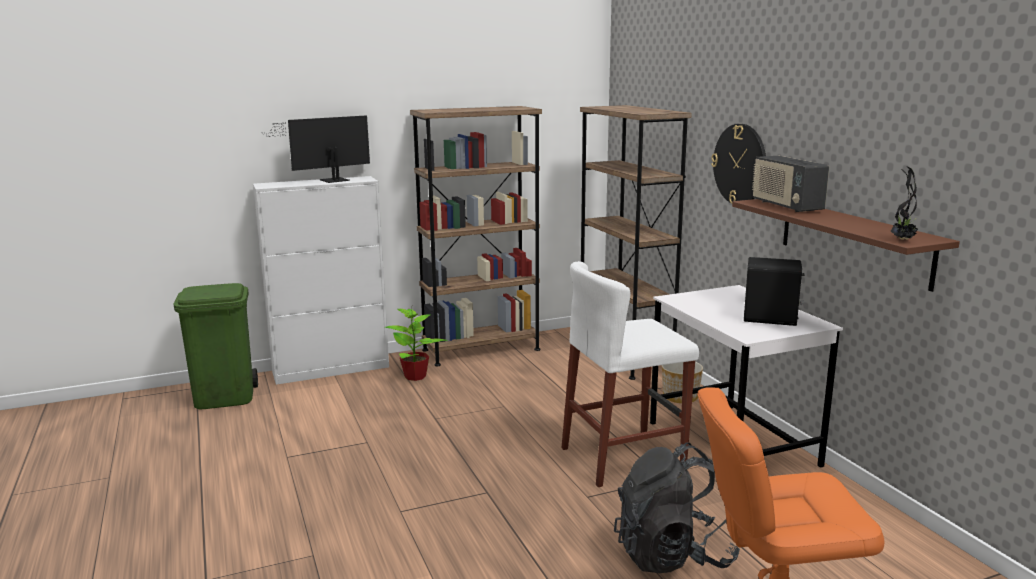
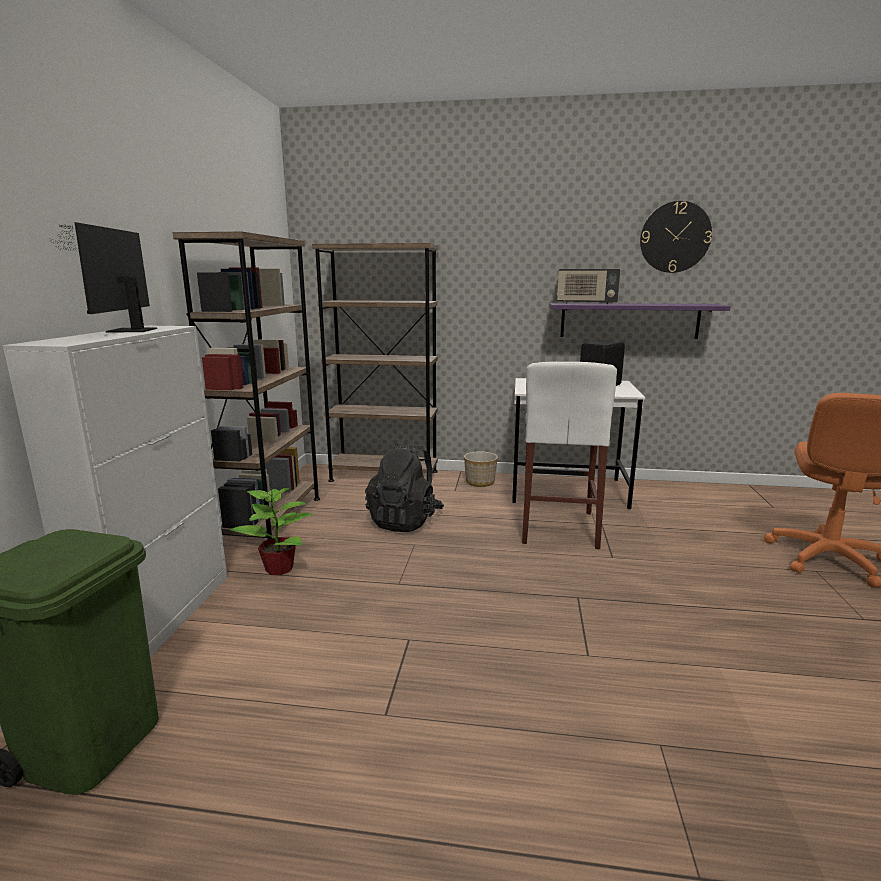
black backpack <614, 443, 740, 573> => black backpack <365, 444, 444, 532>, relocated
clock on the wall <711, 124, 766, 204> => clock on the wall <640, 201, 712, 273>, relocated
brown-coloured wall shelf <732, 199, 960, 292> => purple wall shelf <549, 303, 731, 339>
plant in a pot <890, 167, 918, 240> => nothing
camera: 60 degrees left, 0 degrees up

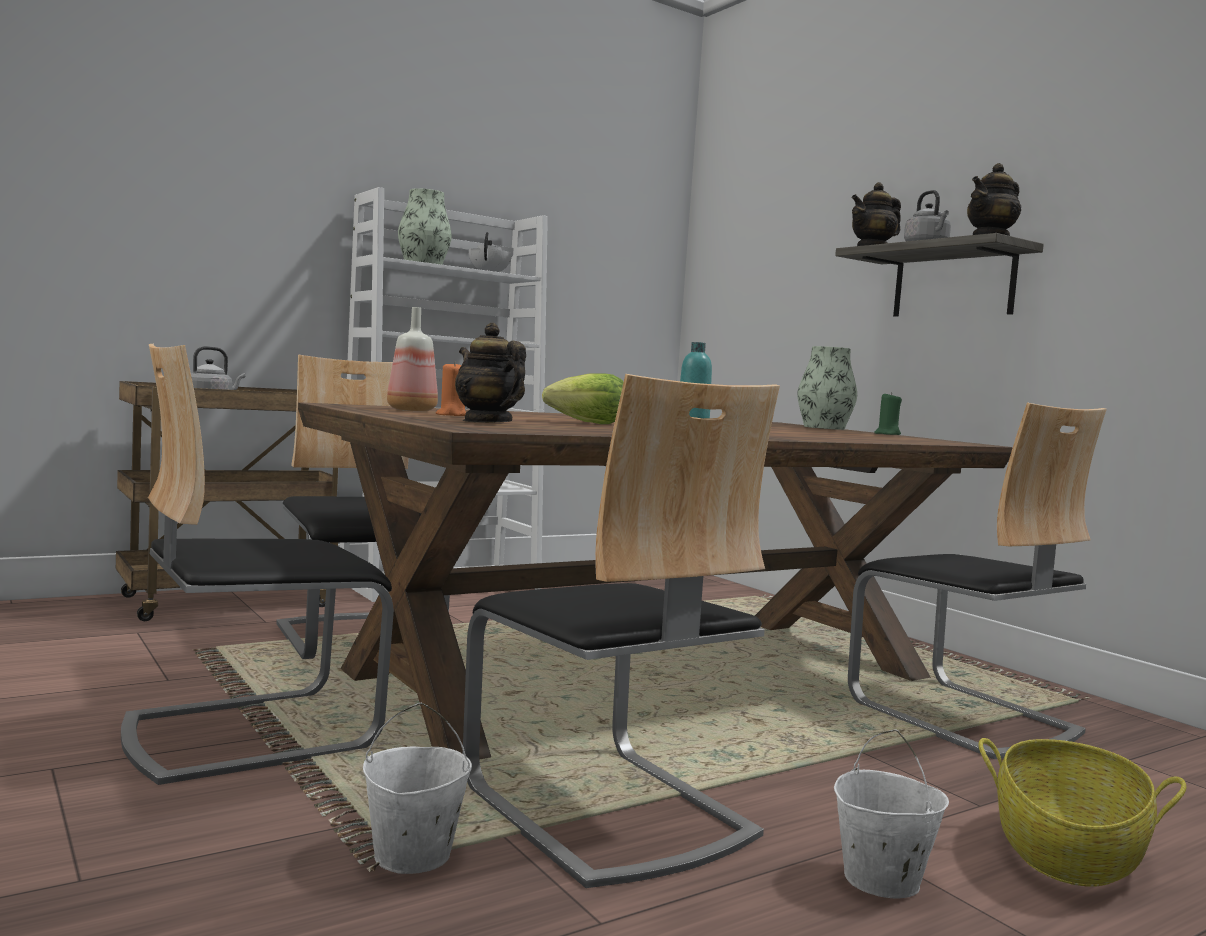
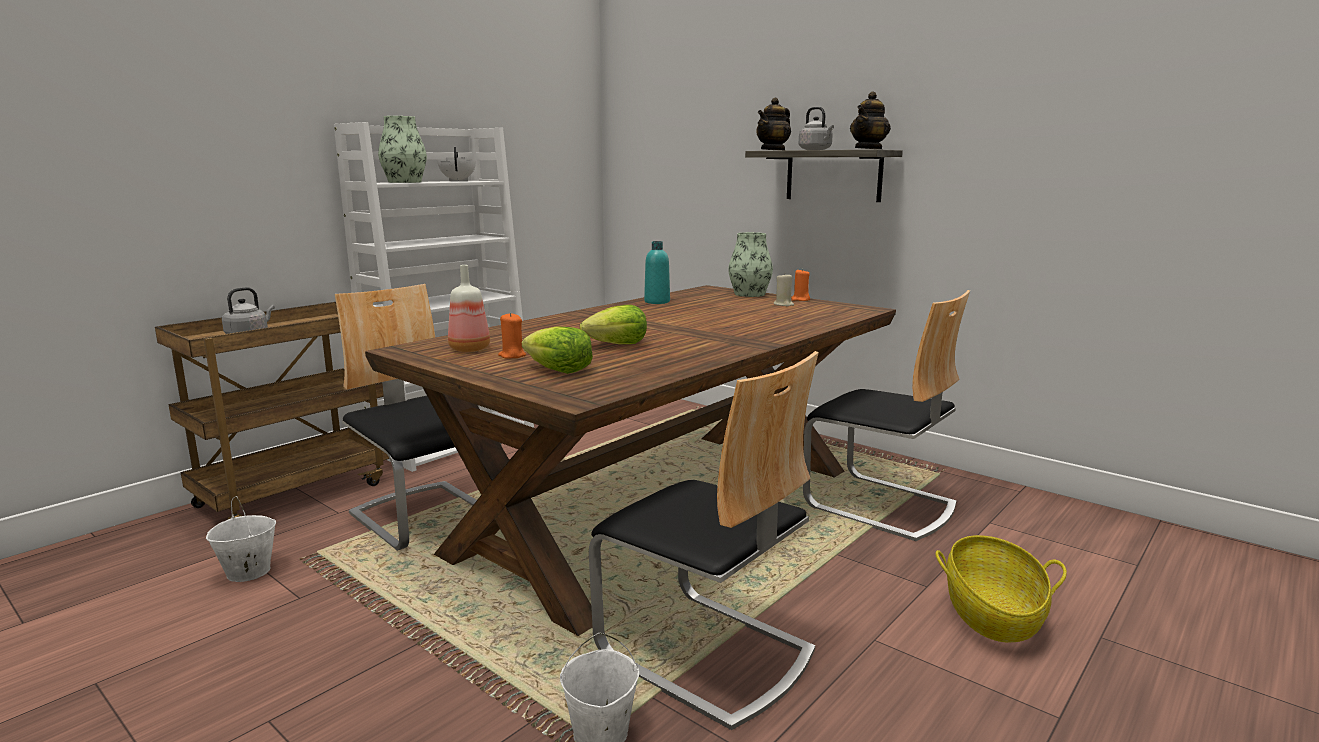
upright chair <121, 344, 394, 785> => nothing
tea pot <455, 323, 526, 423> => lettuce head <522, 326, 593, 374>
whitish pail <834, 730, 949, 898> => whitish pail <206, 496, 276, 582>, relocated
green-coloured wax candle <874, 392, 902, 435> => orange-coloured wax candle <791, 269, 810, 301>
nothing => beige wax candle <774, 274, 794, 306>
camera: 15 degrees left, 10 degrees up

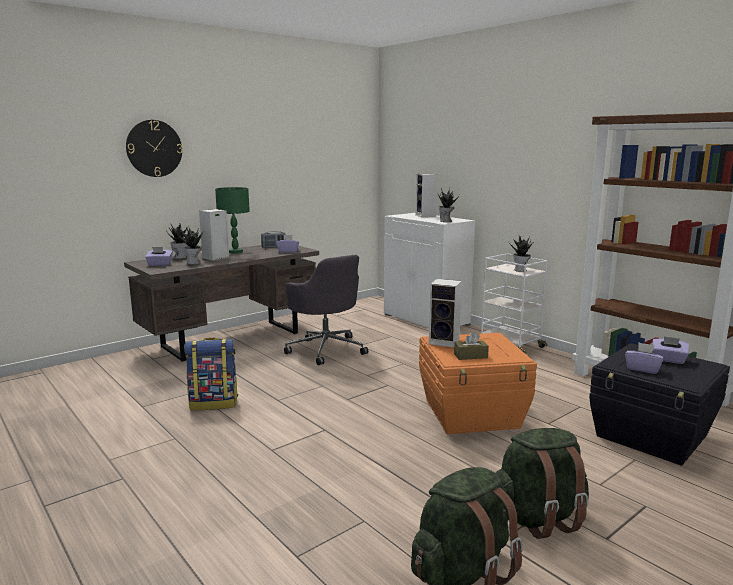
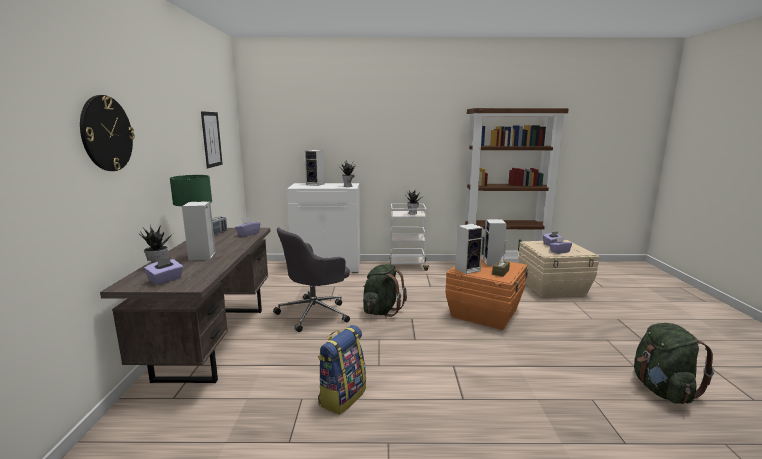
plant in a pot <178, 228, 203, 265> => nothing
gray office chair <284, 255, 368, 365> => gray office chair <273, 228, 350, 332>, 135 degrees clockwise
green-coloured backpack <496, 428, 589, 539> => green-coloured backpack <363, 264, 407, 317>, relocated
black storage box <589, 343, 730, 466> => beige storage box <518, 240, 599, 298>
nothing => wall picture <201, 111, 223, 168>
nothing => audio speaker <483, 219, 507, 266>
camera: 50 degrees left, 0 degrees up

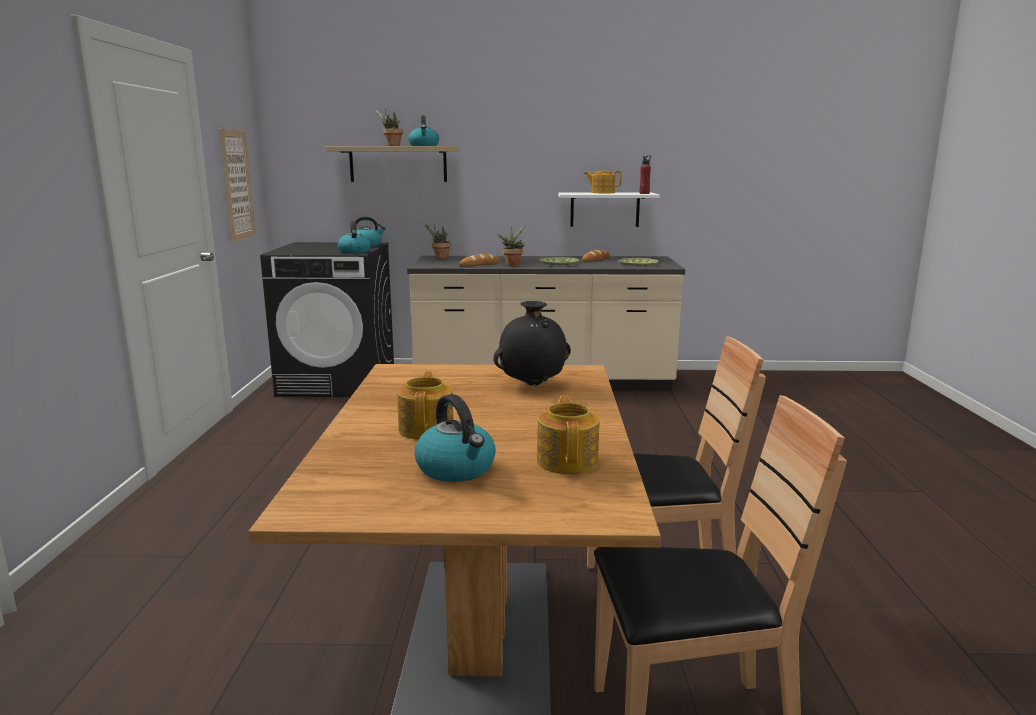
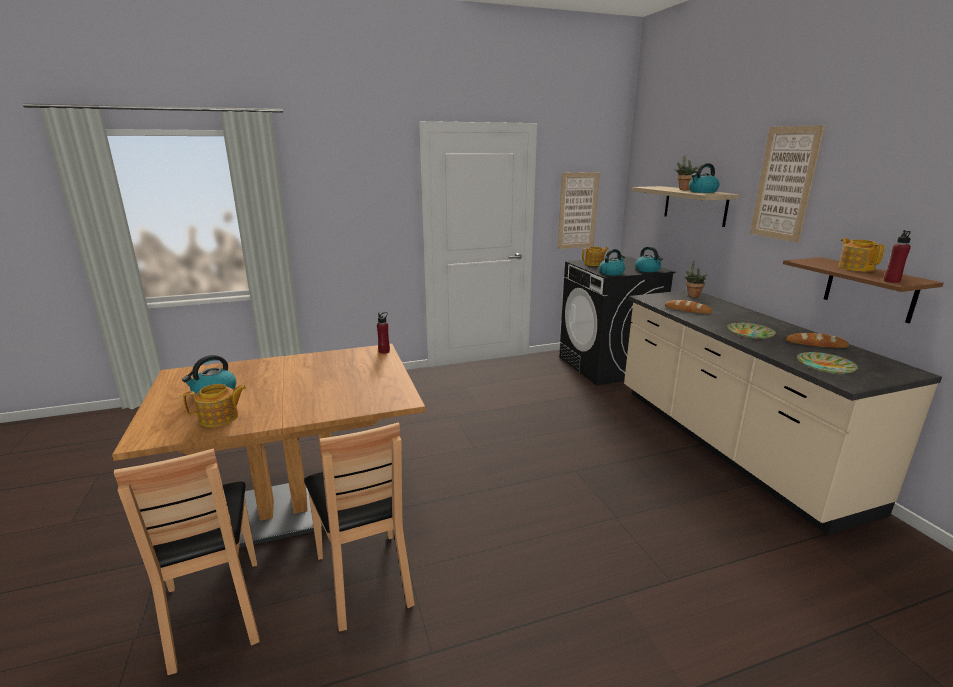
tea pot <397, 371, 453, 440> => tea pot <582, 247, 608, 266>, relocated
black flower vase <493, 301, 571, 386> => nothing
plant in a pot <497, 225, 526, 266> => nothing
whitish wall shelf <558, 192, 660, 227> => brown-coloured wall shelf <783, 257, 944, 323>
nothing => red-coloured bottle <377, 312, 390, 354>
nothing => wall picture <750, 125, 825, 242>
camera: 70 degrees right, 5 degrees up

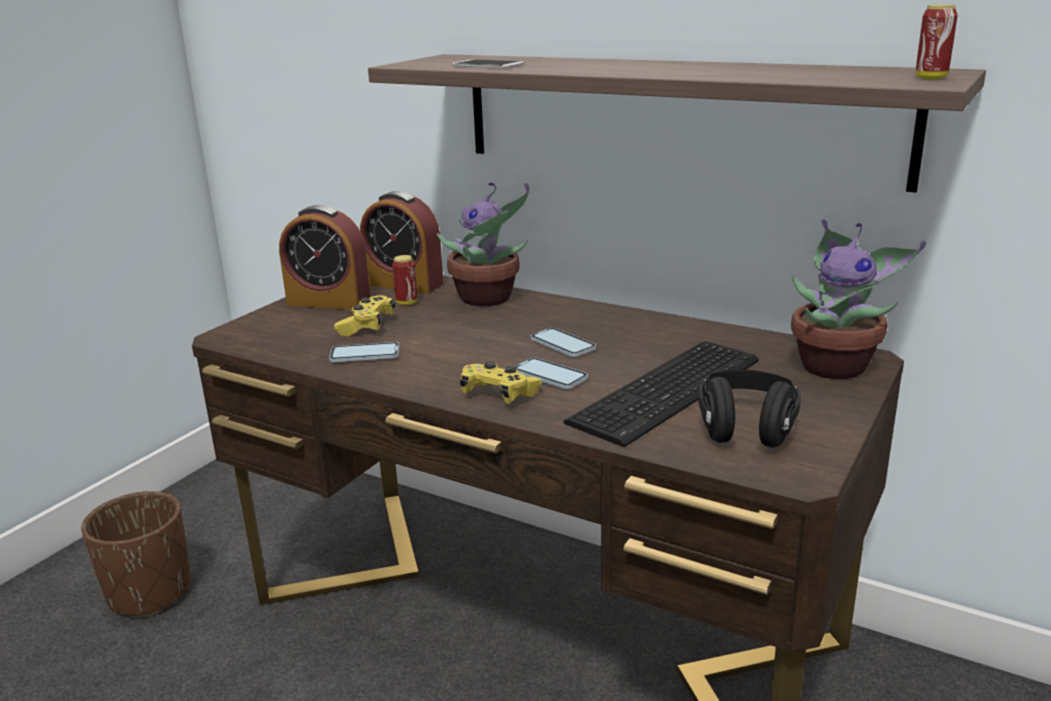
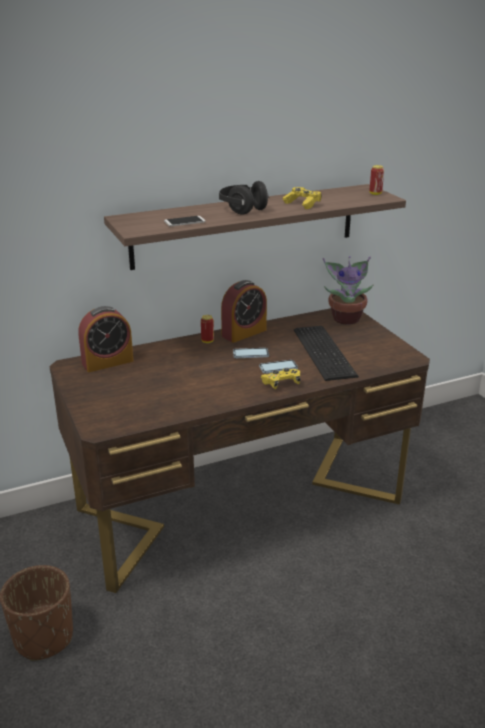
alarm clock <279, 205, 371, 310> => alarm clock <221, 280, 267, 343>, relocated
handset <329, 342, 400, 362> => nothing
yellow joypad <334, 295, 395, 336> => yellow joypad <283, 187, 322, 209>, relocated
metal can <392, 255, 418, 305> => metal can <201, 315, 214, 343>, relocated
plant in a pot <437, 183, 529, 306> => nothing
black pair of headphones <698, 370, 801, 448> => black pair of headphones <219, 181, 270, 215>, relocated
camera: 55 degrees left, 5 degrees up

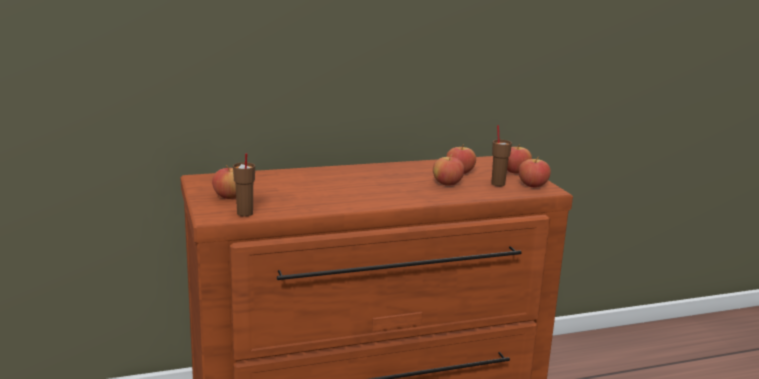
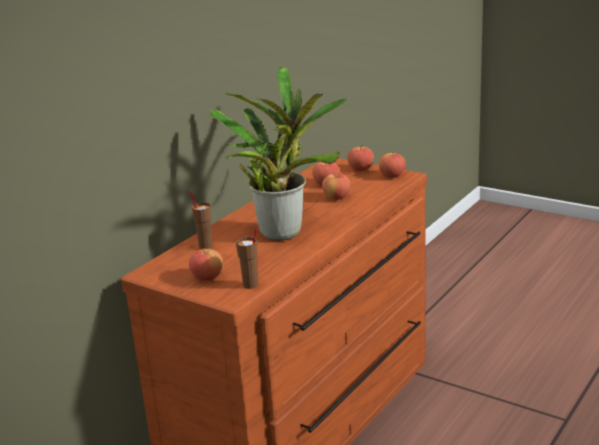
brown-coloured cup <491, 125, 512, 186> => brown-coloured cup <190, 191, 213, 249>, relocated
nothing => plant in a pot <209, 66, 349, 241>
camera: 35 degrees left, 5 degrees up

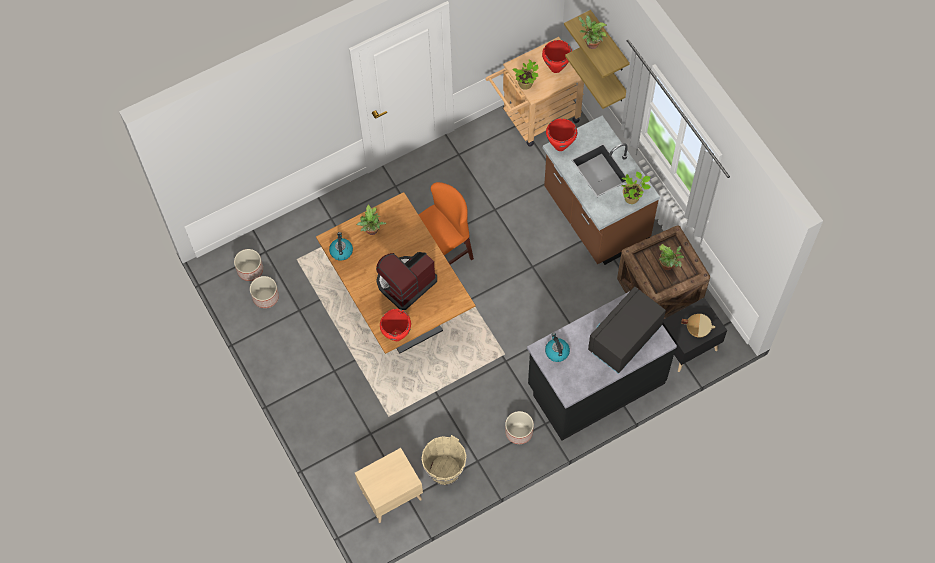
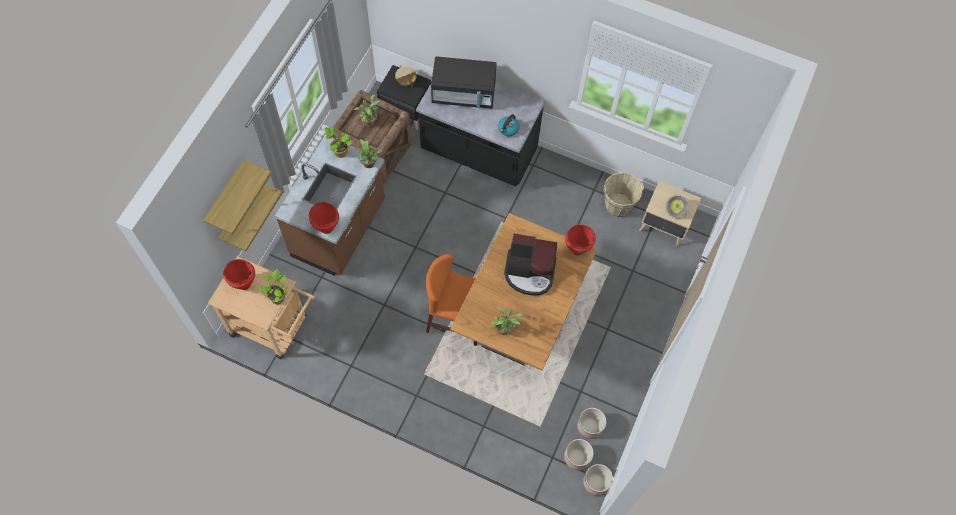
tea kettle <329, 232, 353, 261> => nothing
flower pot <505, 411, 534, 444> => flower pot <583, 464, 613, 496>, relocated
plant in a pot <578, 15, 608, 49> => plant in a pot <357, 139, 382, 168>, relocated
nothing => deep dish <666, 195, 690, 219>
camera: 130 degrees left, 0 degrees up

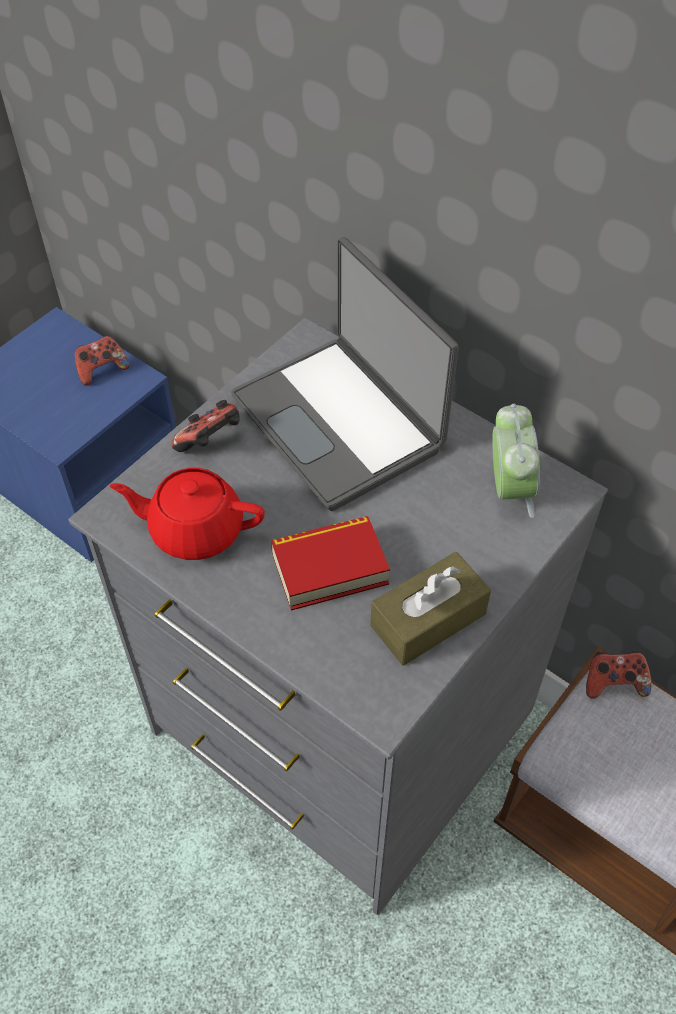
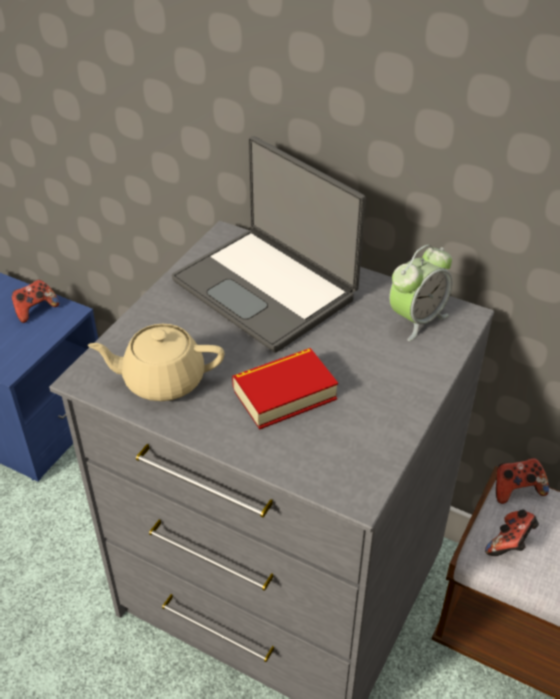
red-coloured tea pot <110, 468, 265, 560> => beige tea pot <88, 324, 224, 401>
joypad <171, 400, 240, 452> => joypad <485, 510, 539, 556>, relocated
brown-coloured tissue holder <370, 552, 491, 666> => nothing
alarm clock <493, 404, 540, 518> => alarm clock <389, 245, 452, 341>, 60 degrees clockwise
camera: 10 degrees left, 10 degrees down

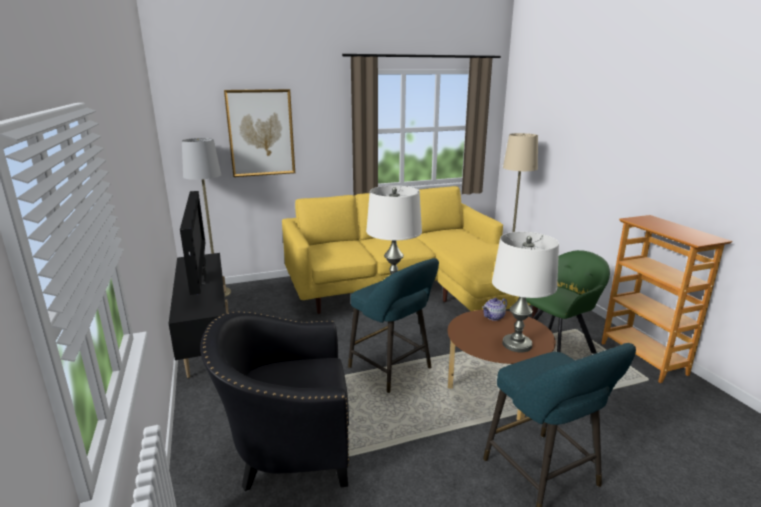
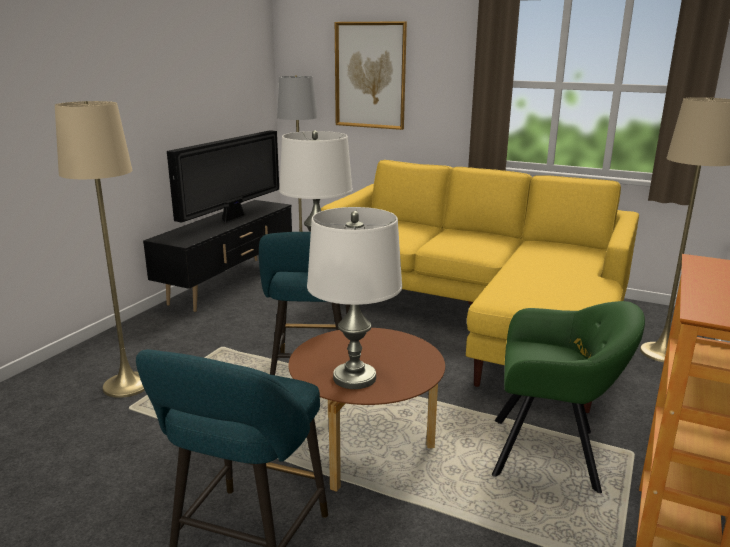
black easy chair <200, 311, 349, 491> => beige standing lamp <55, 101, 145, 398>
tea pot <482, 298, 507, 321> => nothing
camera: 45 degrees right, 0 degrees up

